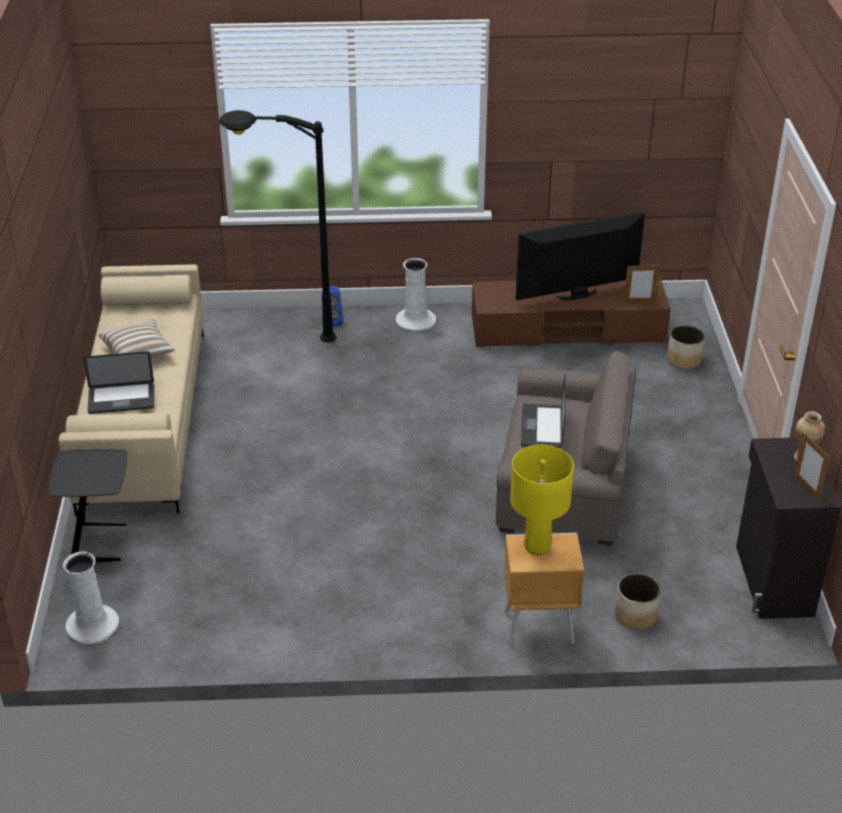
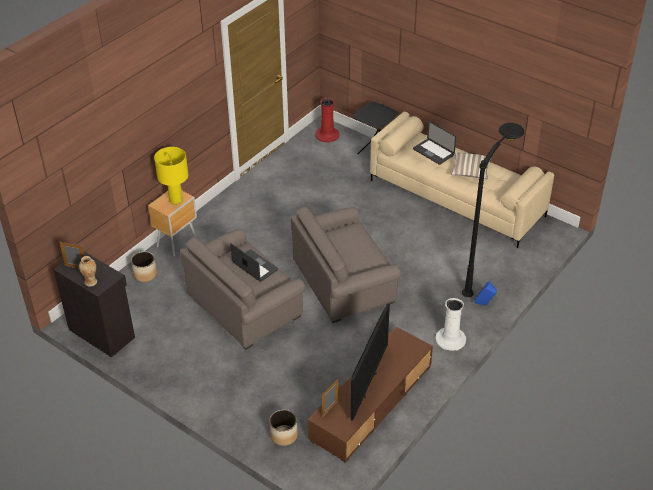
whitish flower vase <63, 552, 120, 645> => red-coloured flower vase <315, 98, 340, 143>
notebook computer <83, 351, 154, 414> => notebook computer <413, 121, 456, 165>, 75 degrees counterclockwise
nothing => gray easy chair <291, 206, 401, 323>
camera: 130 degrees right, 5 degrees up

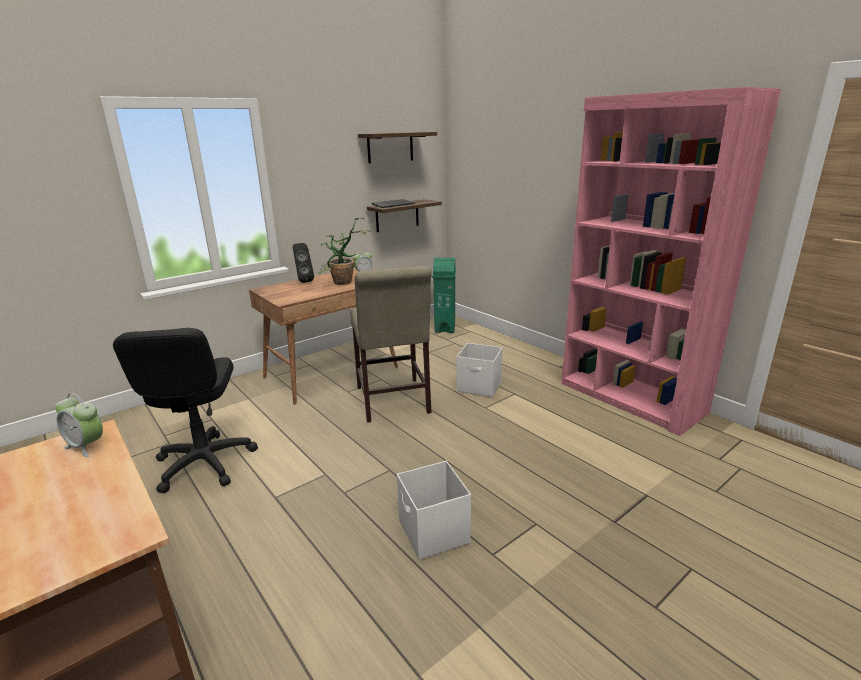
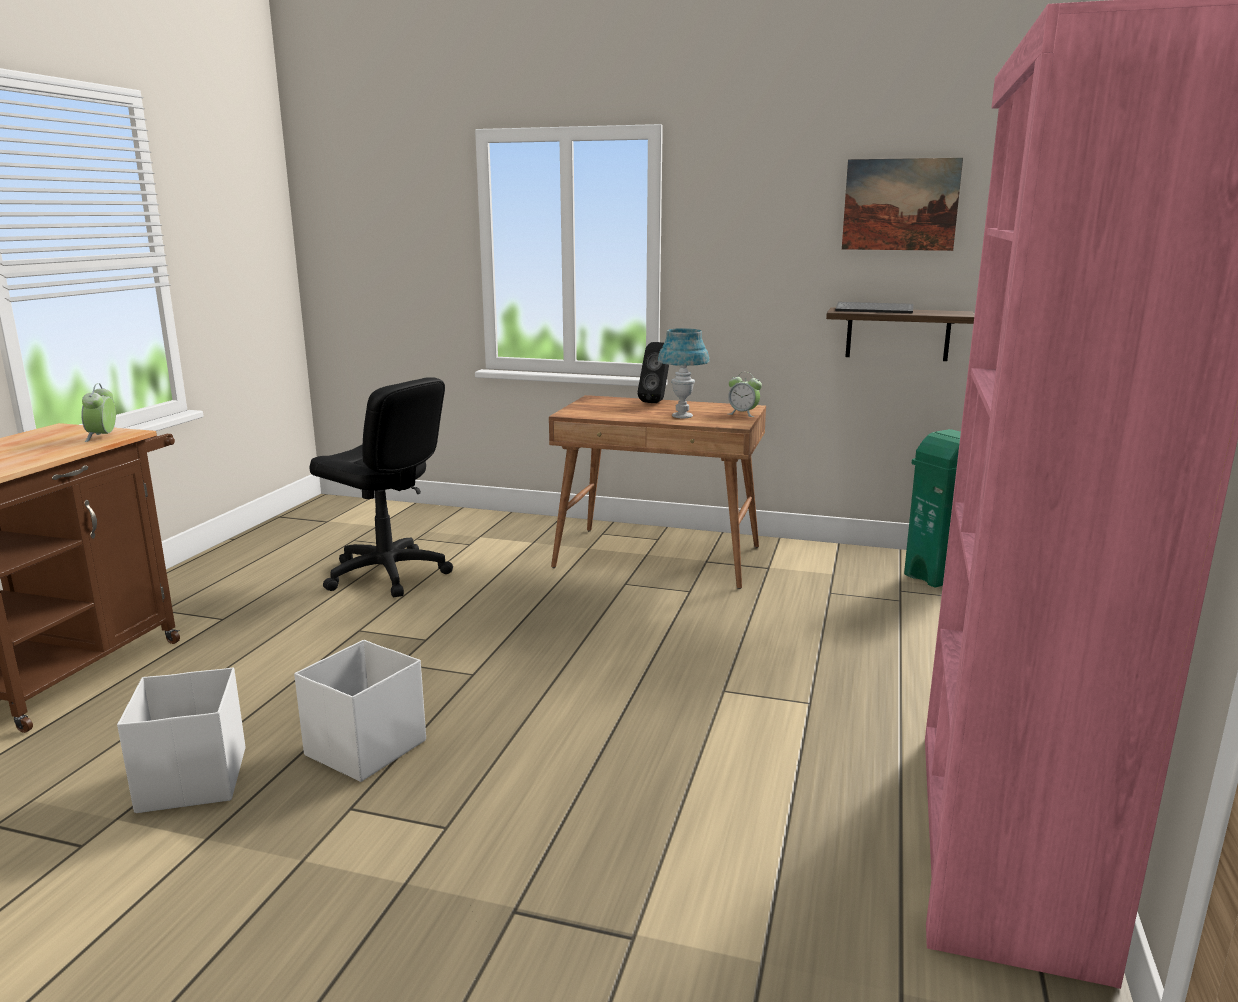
black office chair <113, 328, 258, 493> => black office chair <309, 377, 453, 597>, 105 degrees counterclockwise
plant in a pot <318, 218, 371, 285> => bluish table lamp <658, 328, 709, 418>
beige upright chair <350, 266, 432, 423> => nothing
wall shelf <358, 132, 437, 164> => wall picture <842, 158, 963, 251>
whitish storage box <457, 343, 503, 397> => whitish storage box <117, 668, 245, 813>, relocated
camera: 55 degrees right, 5 degrees down

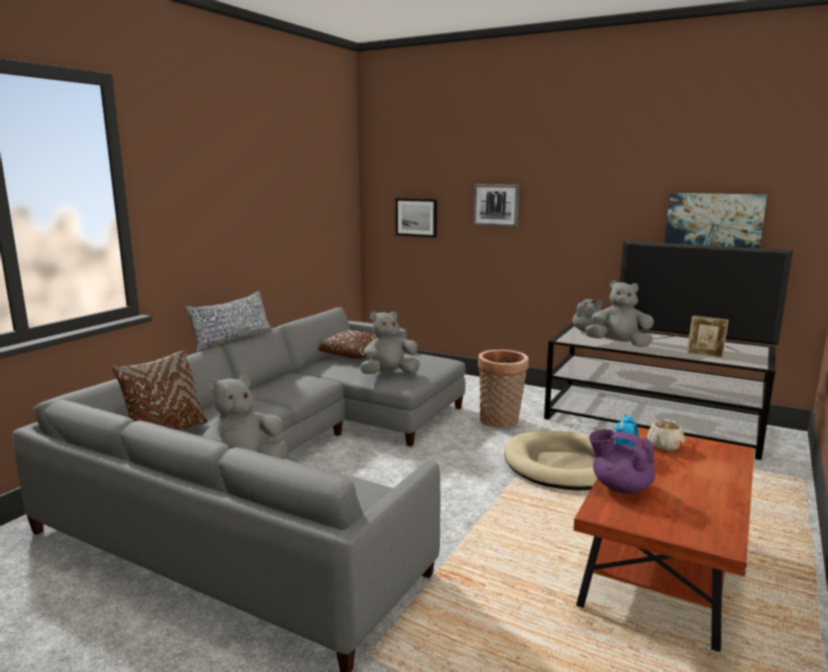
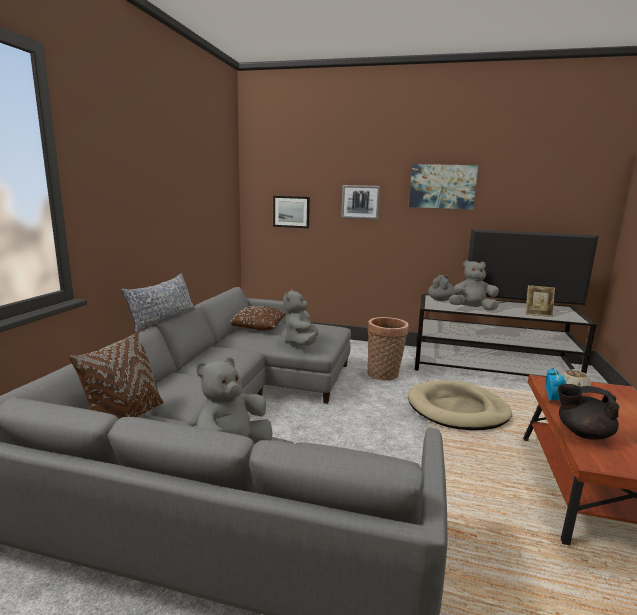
gray soft toy <360, 311, 420, 374> => gray soft toy <283, 289, 319, 346>, 45 degrees counterclockwise
purple tea pot <589, 429, 655, 494> => black tea pot <558, 384, 620, 440>
wall picture <665, 193, 767, 248> => wall picture <409, 164, 478, 209>, relocated
camera: 15 degrees left, 0 degrees up

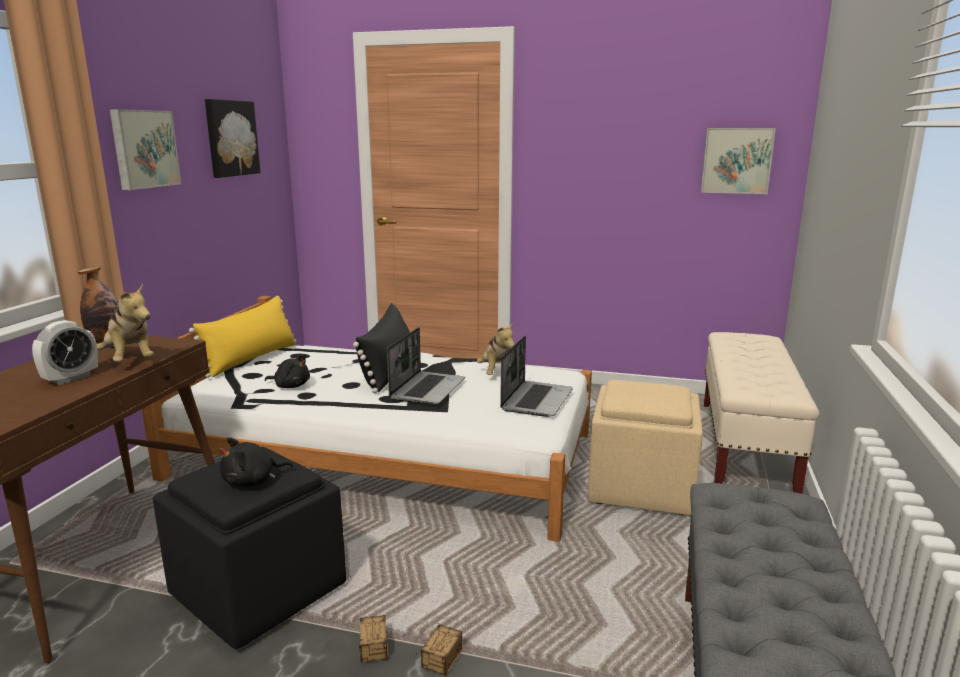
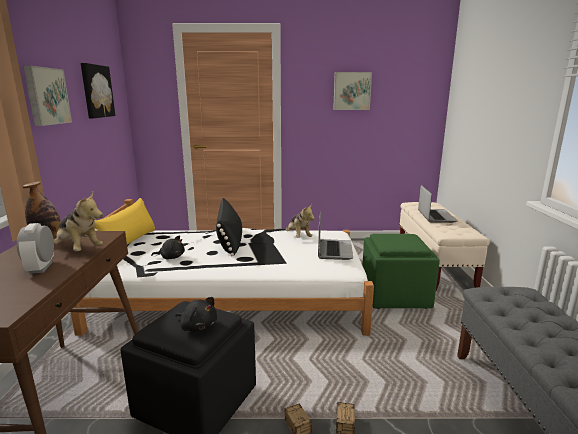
alarm clock <32, 320, 98, 385> => alarm clock <17, 223, 54, 274>, 150 degrees clockwise
black soft toy <219, 437, 293, 487> => black soft toy <175, 297, 217, 332>, 105 degrees counterclockwise
notebook computer <387, 327, 465, 405> => notebook computer <418, 185, 458, 223>, relocated
beige footrest <588, 380, 703, 515> => green-coloured footrest <362, 234, 440, 309>
wall picture <701, 128, 776, 194> => wall picture <333, 72, 372, 110>, relocated
camera: 15 degrees left, 0 degrees up

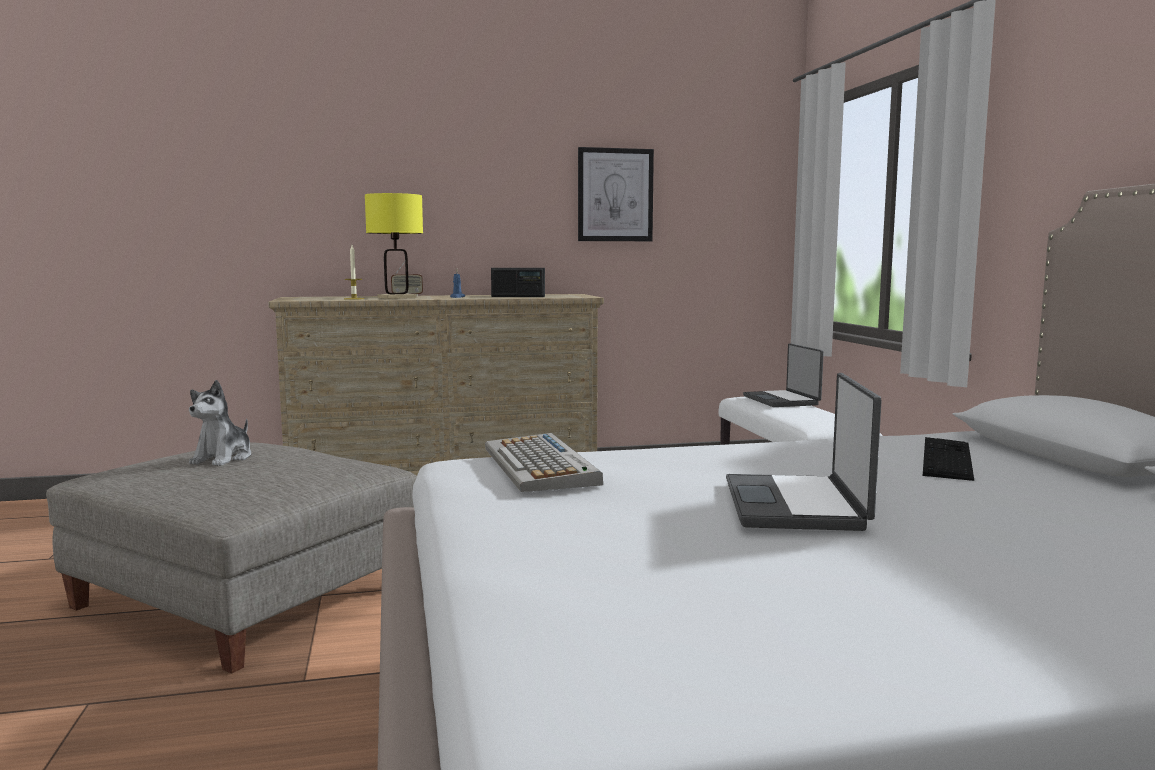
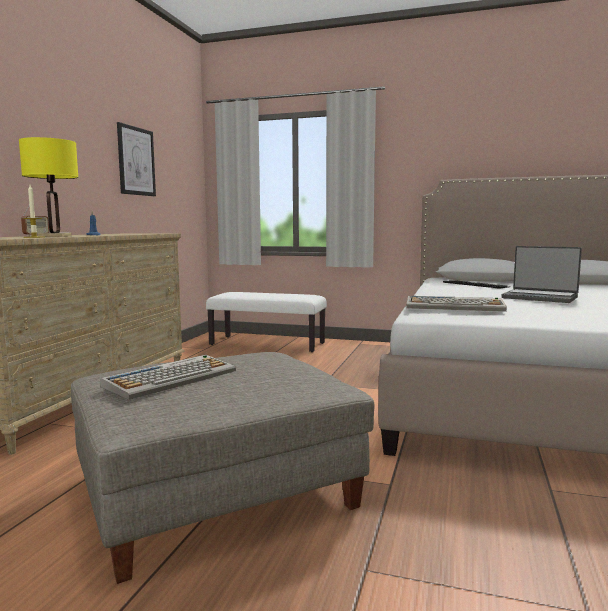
soft toy <189, 380, 251, 466> => PC keyboard <100, 355, 236, 400>
radio set <491, 268, 545, 297> => nothing
notebook computer <743, 343, 824, 407> => nothing
camera: 60 degrees left, 0 degrees up

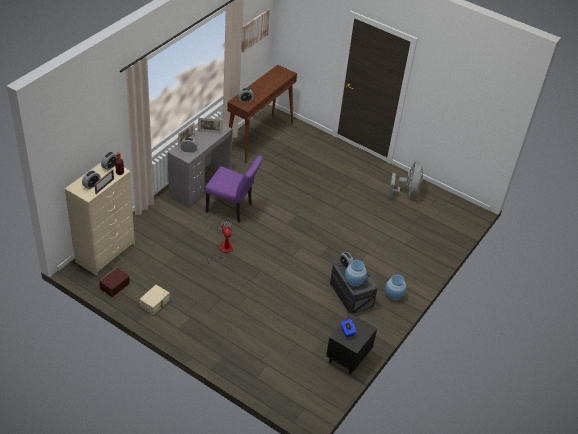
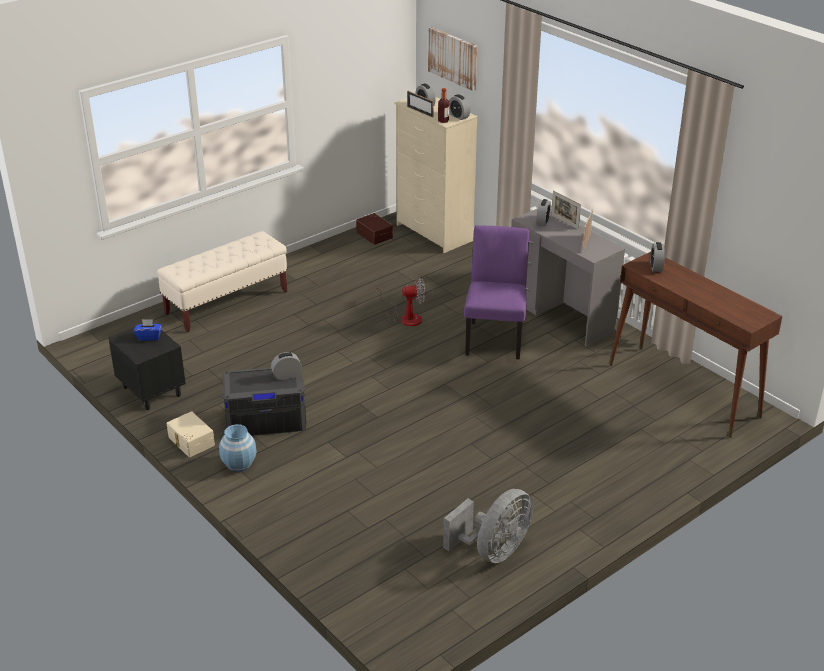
beige storage box <140, 285, 170, 315> => beige storage box <167, 411, 215, 457>, relocated
purple upright chair <205, 156, 263, 223> => purple upright chair <464, 225, 530, 359>, 150 degrees clockwise
wall picture <241, 9, 270, 52> => wall picture <428, 27, 477, 91>, relocated
bluish flower vase <345, 260, 367, 287> => nothing
gray fan <388, 162, 423, 199> => gray fan <443, 489, 533, 563>, 75 degrees counterclockwise
nothing => beige long seat <157, 231, 287, 332>
camera: 110 degrees right, 10 degrees down

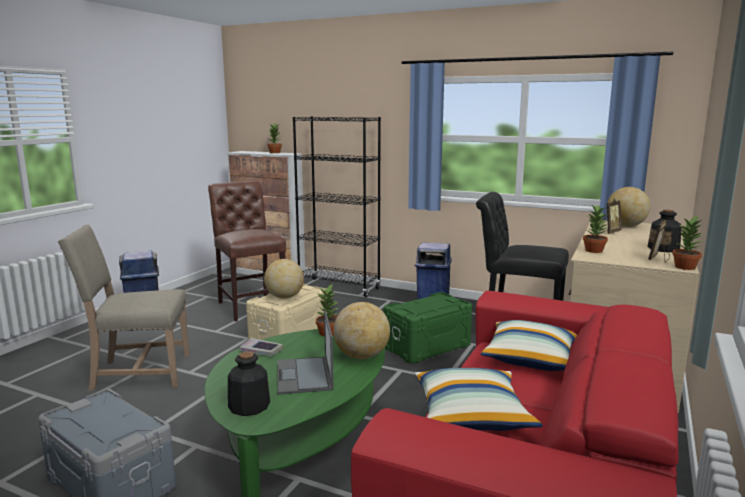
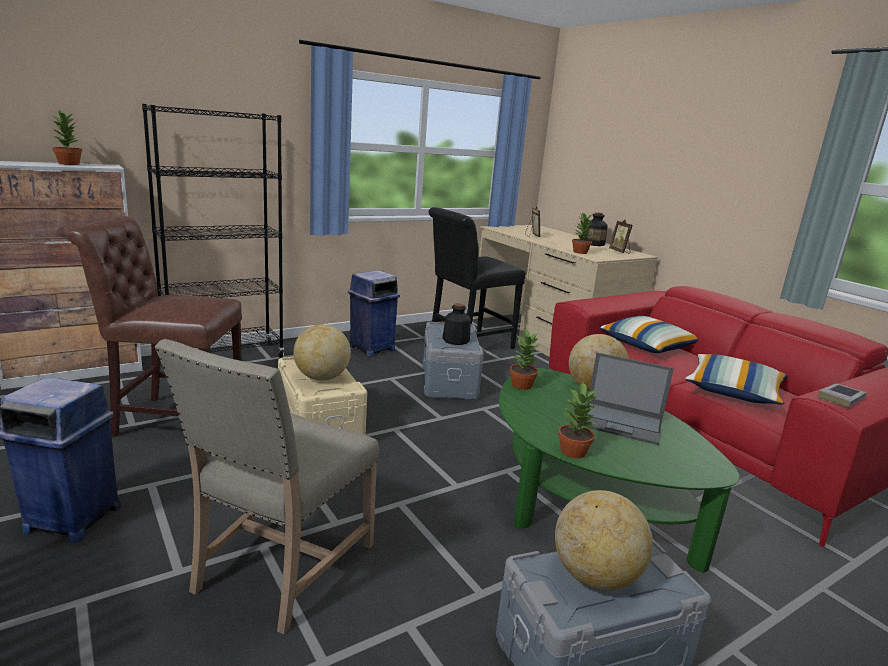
bottle <228, 352, 270, 416> => bottle <442, 303, 471, 345>, relocated
volume <240, 338, 283, 356> => volume <818, 383, 866, 406>, relocated
green-coloured storage box <383, 292, 472, 363> => gray storage box <423, 322, 484, 400>
globe <607, 187, 650, 227> => globe <555, 490, 653, 590>, relocated
plant in a pot <672, 215, 703, 270> => plant in a pot <558, 382, 598, 458>, relocated
camera: 60 degrees left, 5 degrees up

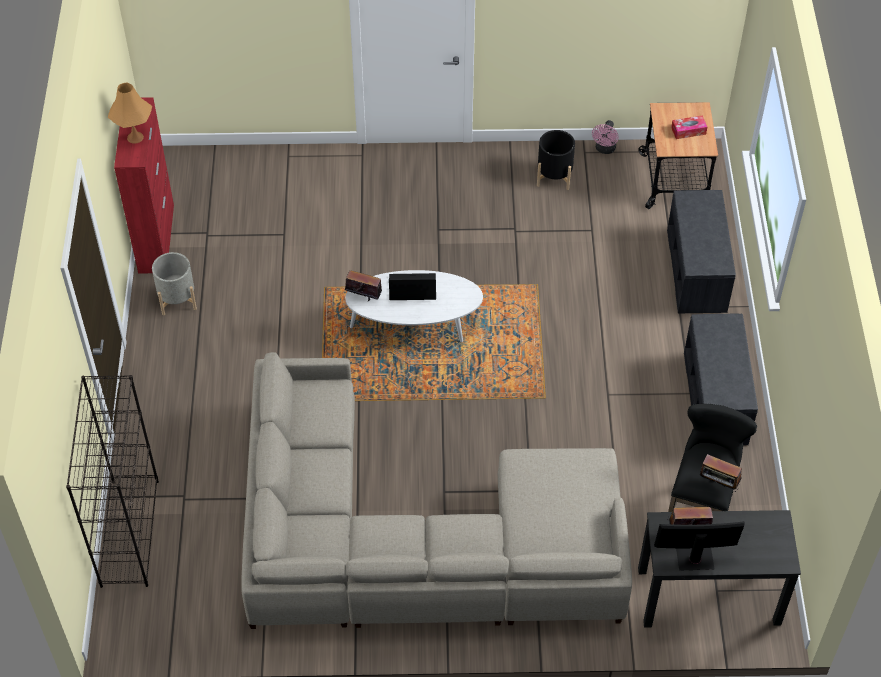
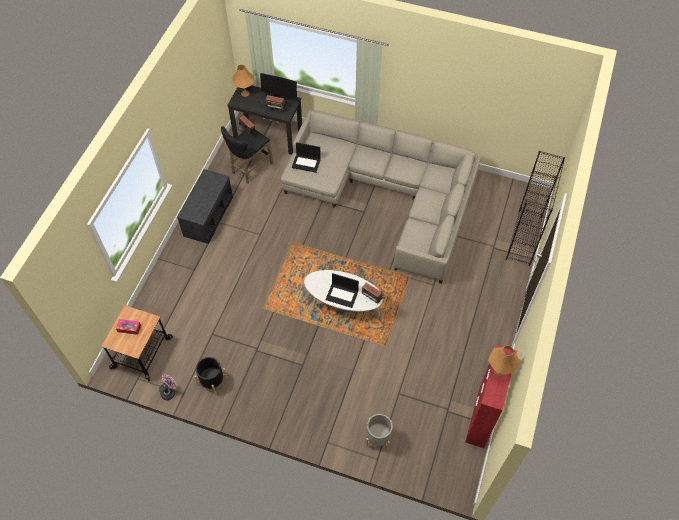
gray flower pot <152, 252, 197, 316> => gray flower pot <366, 414, 393, 450>, relocated
gray long seat <667, 190, 736, 313> => nothing
nothing => orange-coloured table lamp <233, 64, 254, 97>
nothing => notebook computer <292, 142, 321, 173>
camera: 160 degrees left, 5 degrees up

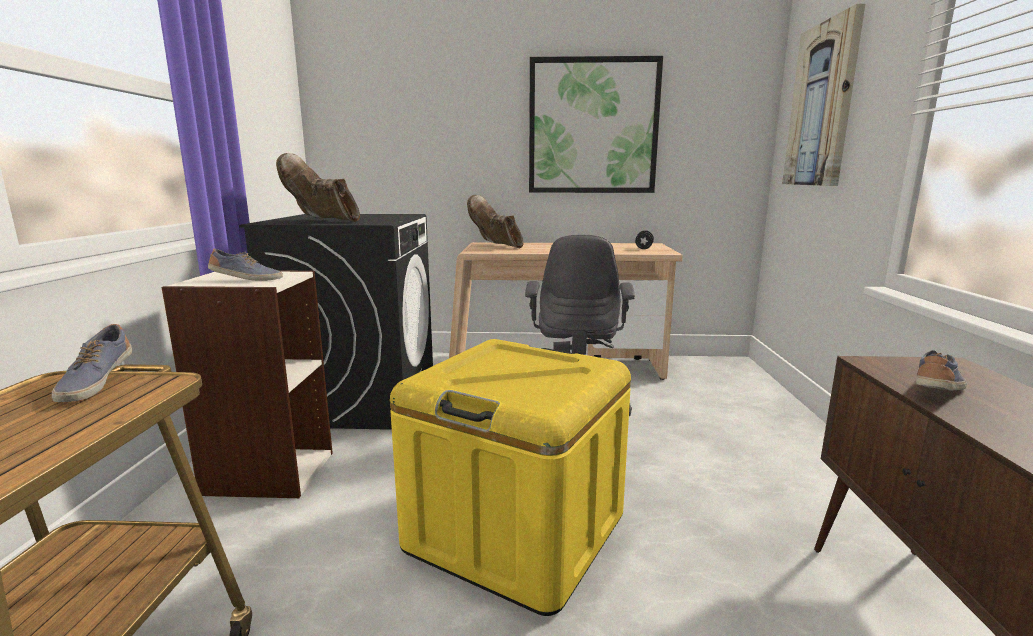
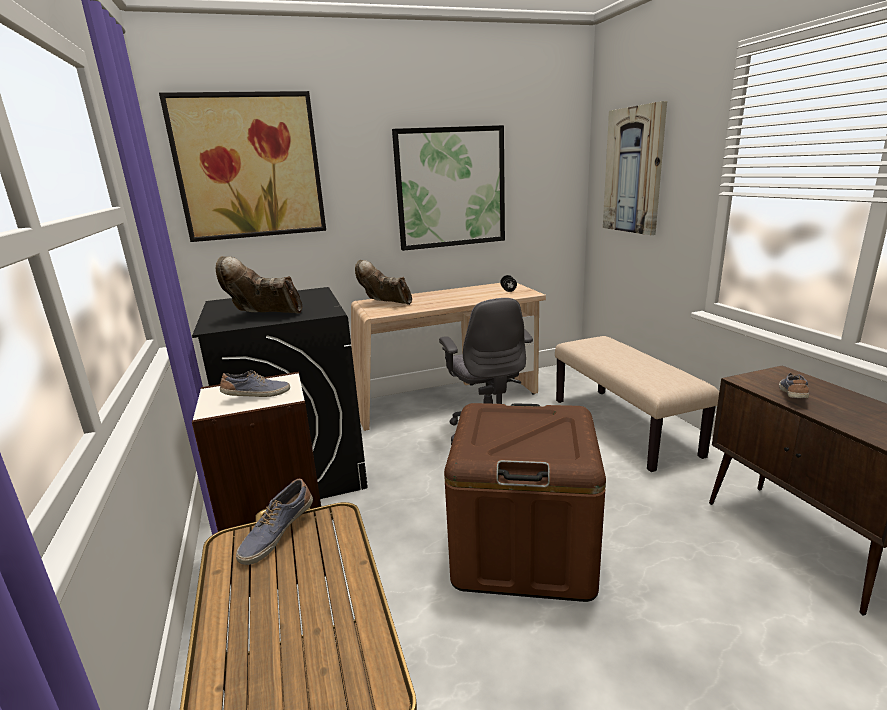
low shoe <52, 324, 132, 402> => low shoe <236, 479, 313, 565>, 60 degrees clockwise
yellow storage box <390, 339, 631, 616> => brown-coloured storage box <444, 403, 606, 602>
nothing => wall picture <159, 91, 326, 242>
nothing => beige long seat <555, 336, 719, 472>
camera: 20 degrees left, 5 degrees up

